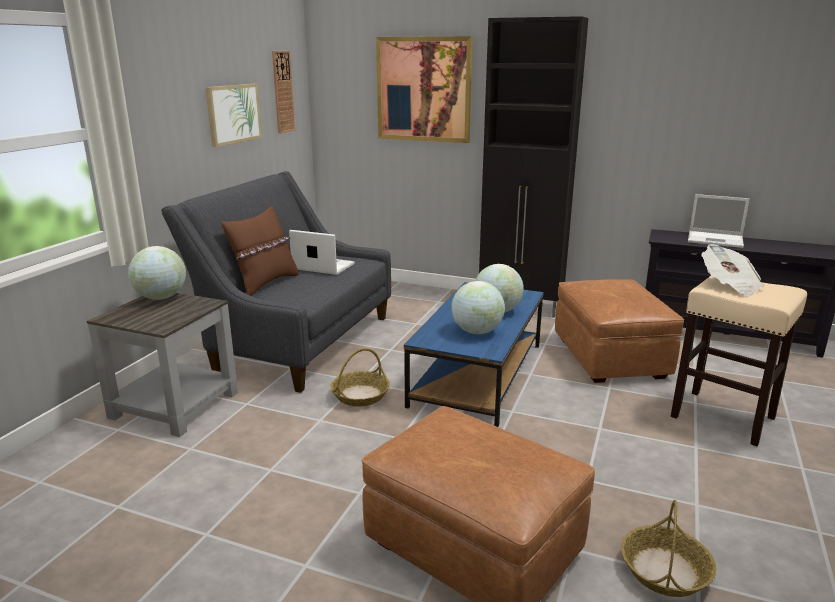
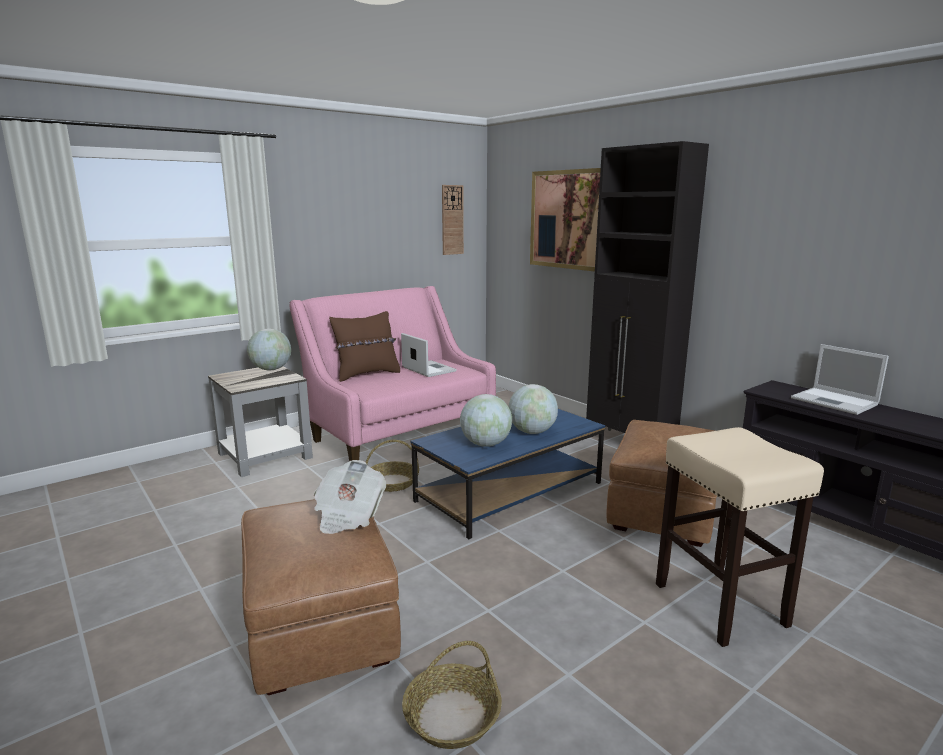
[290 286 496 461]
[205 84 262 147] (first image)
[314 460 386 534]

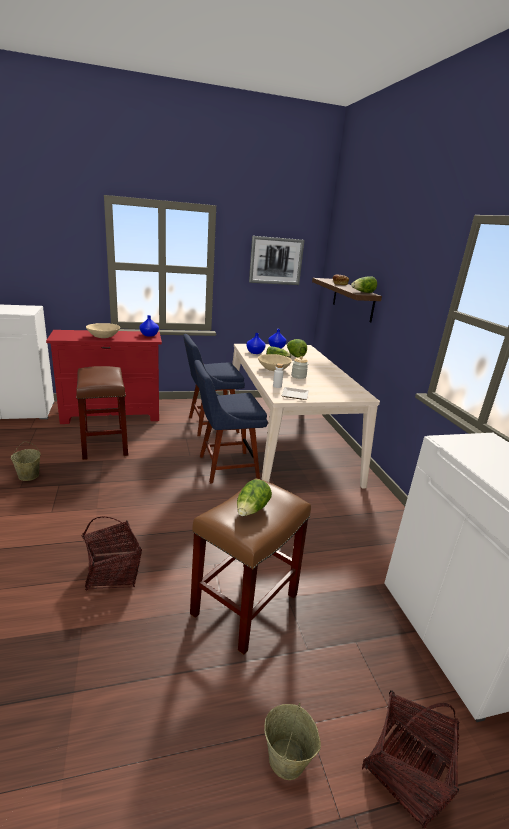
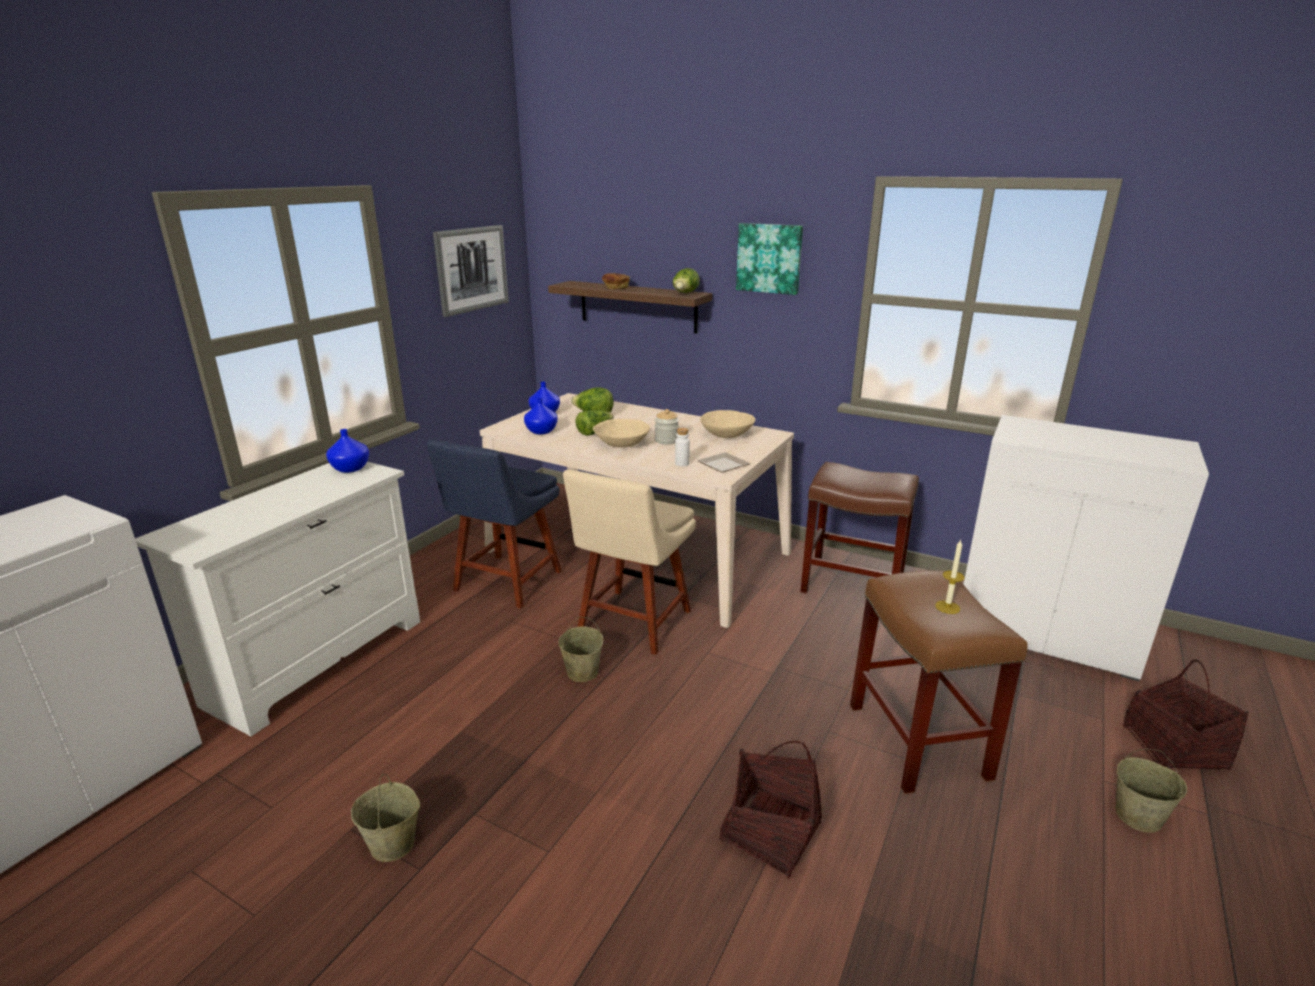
[135 462 420 736]
[801 462 919 593]
[700 410 755 438]
[563 470 696 655]
[935 540 965 614]
[558 617 603 682]
[736 223 803 295]

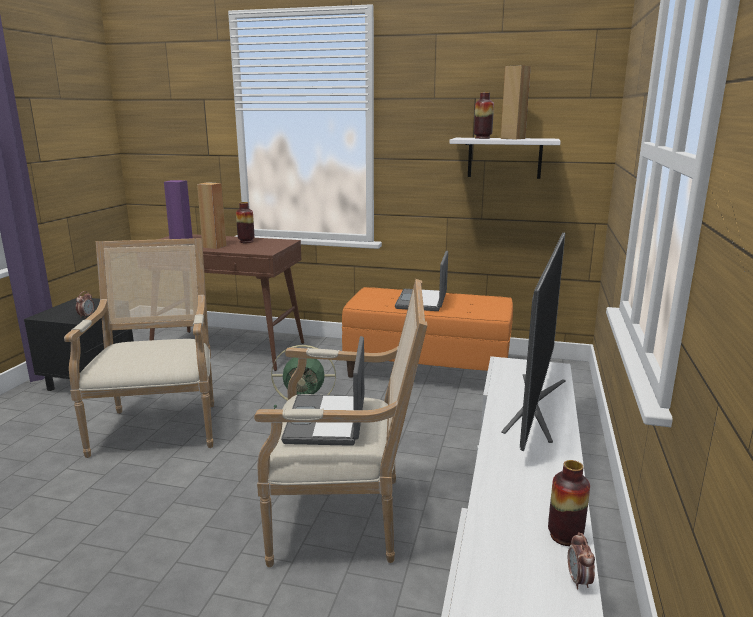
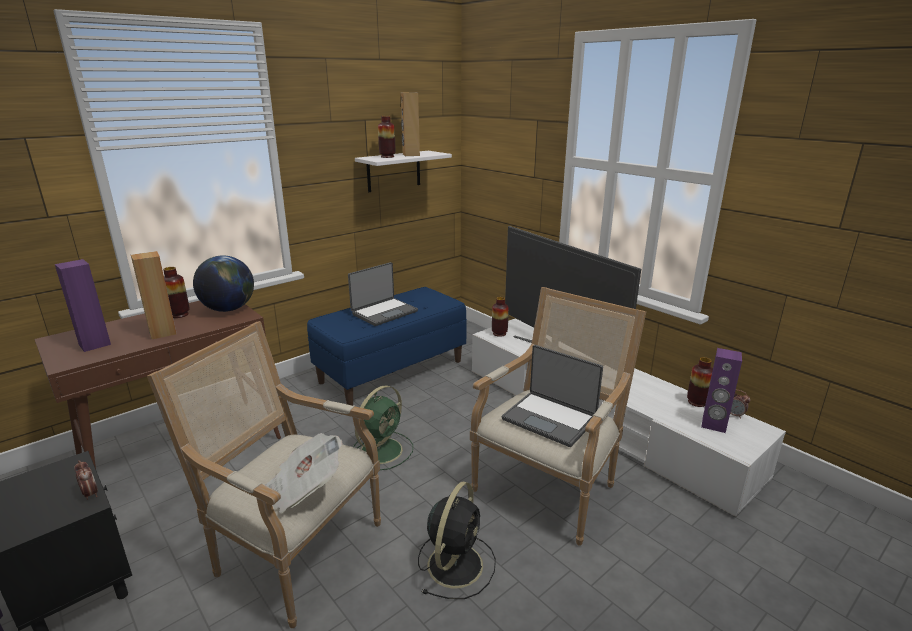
[307 287 467 406]
[348 262 418 326]
[193 255 254 312]
[264 433 343 514]
[418 482 496 599]
[492 297 509 337]
[701 348 742 433]

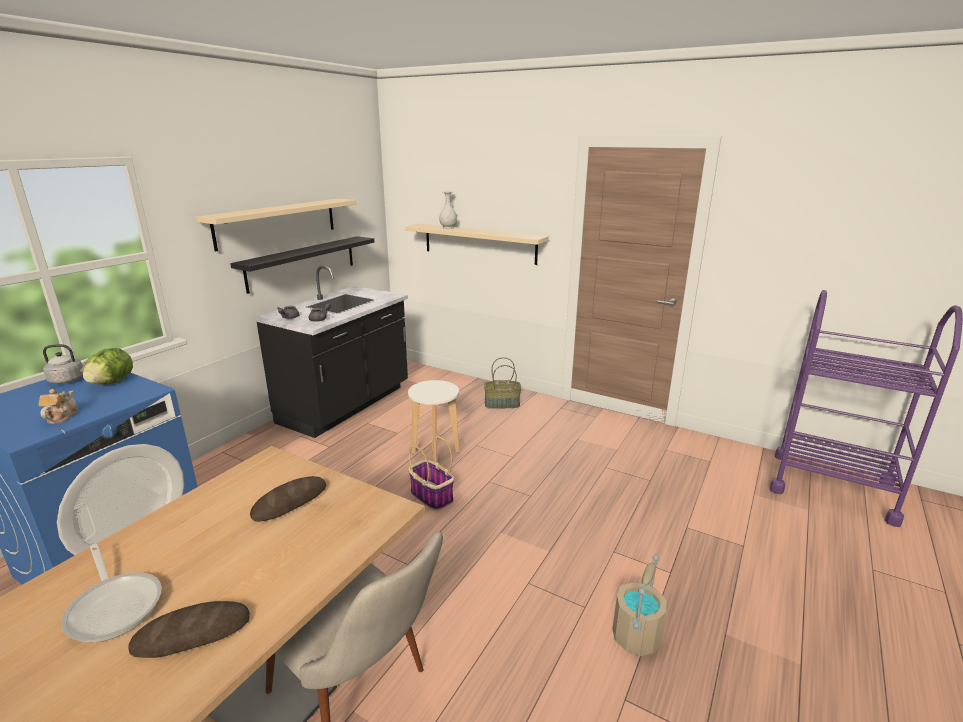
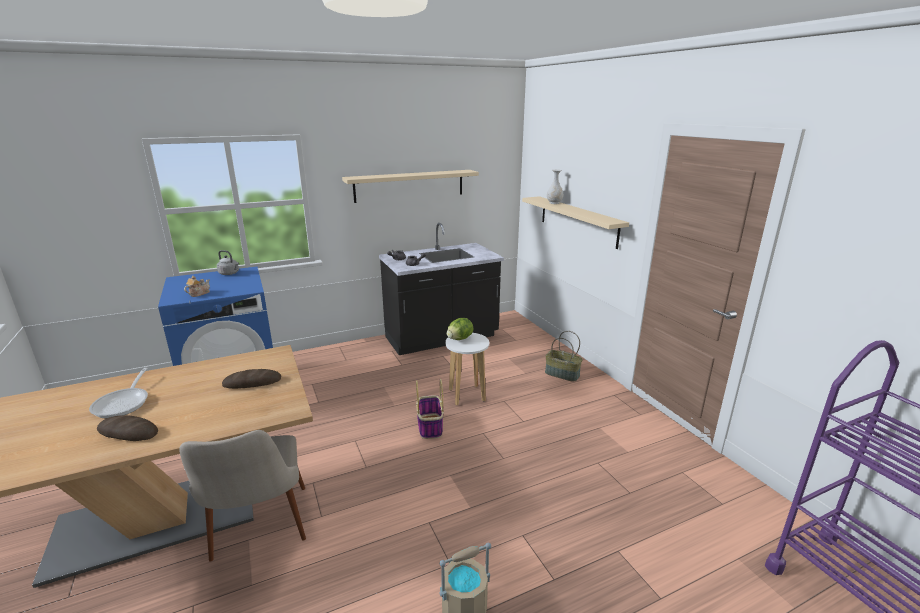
[447 318 473 340]
[230 236 374 294] (first image)

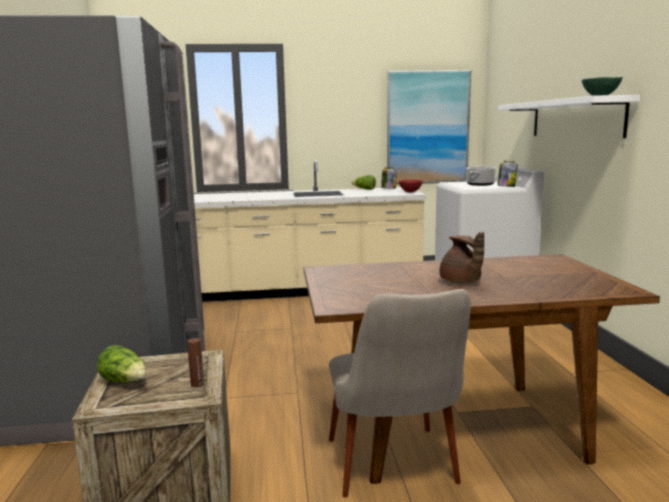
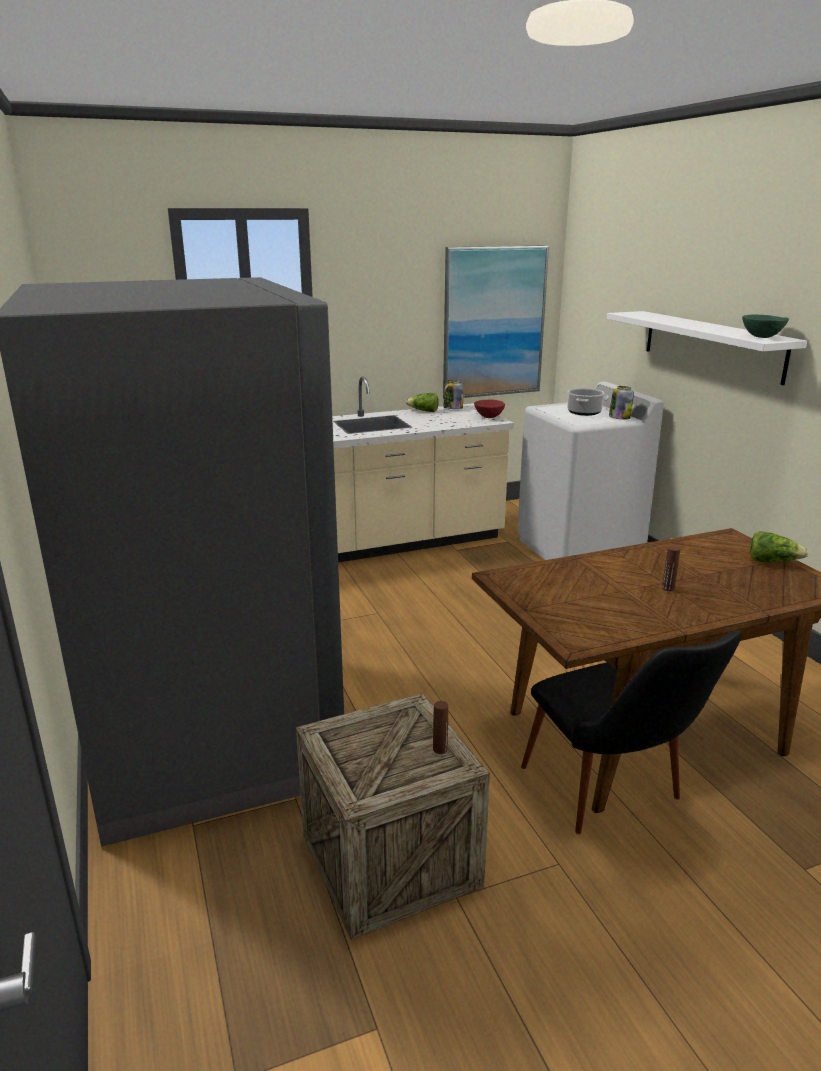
[750 531 809 563]
[521 630 741 834]
[662 546 680 591]

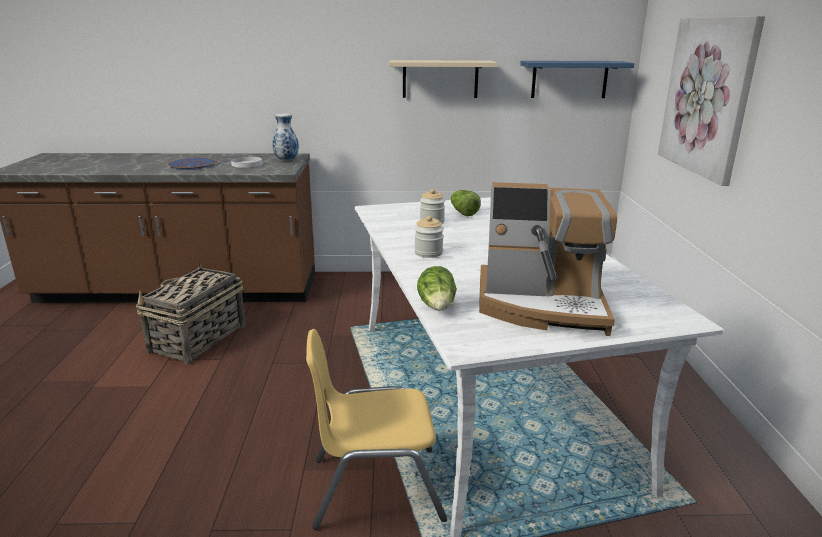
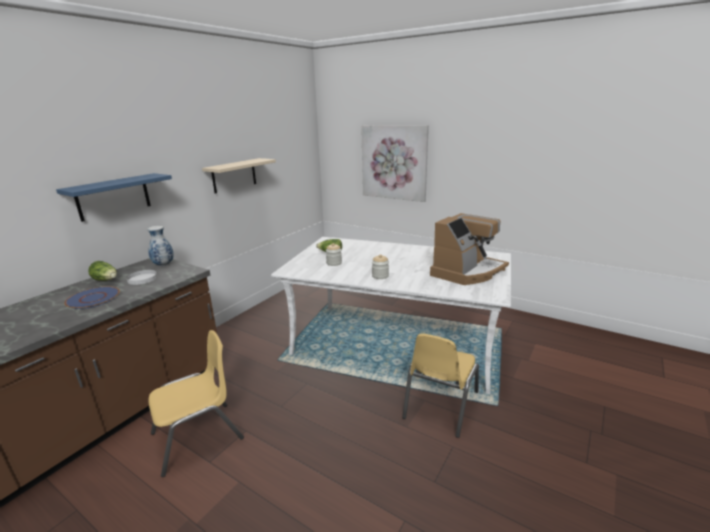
[148 330 244 477]
[88 261 117 281]
[56 173 172 222]

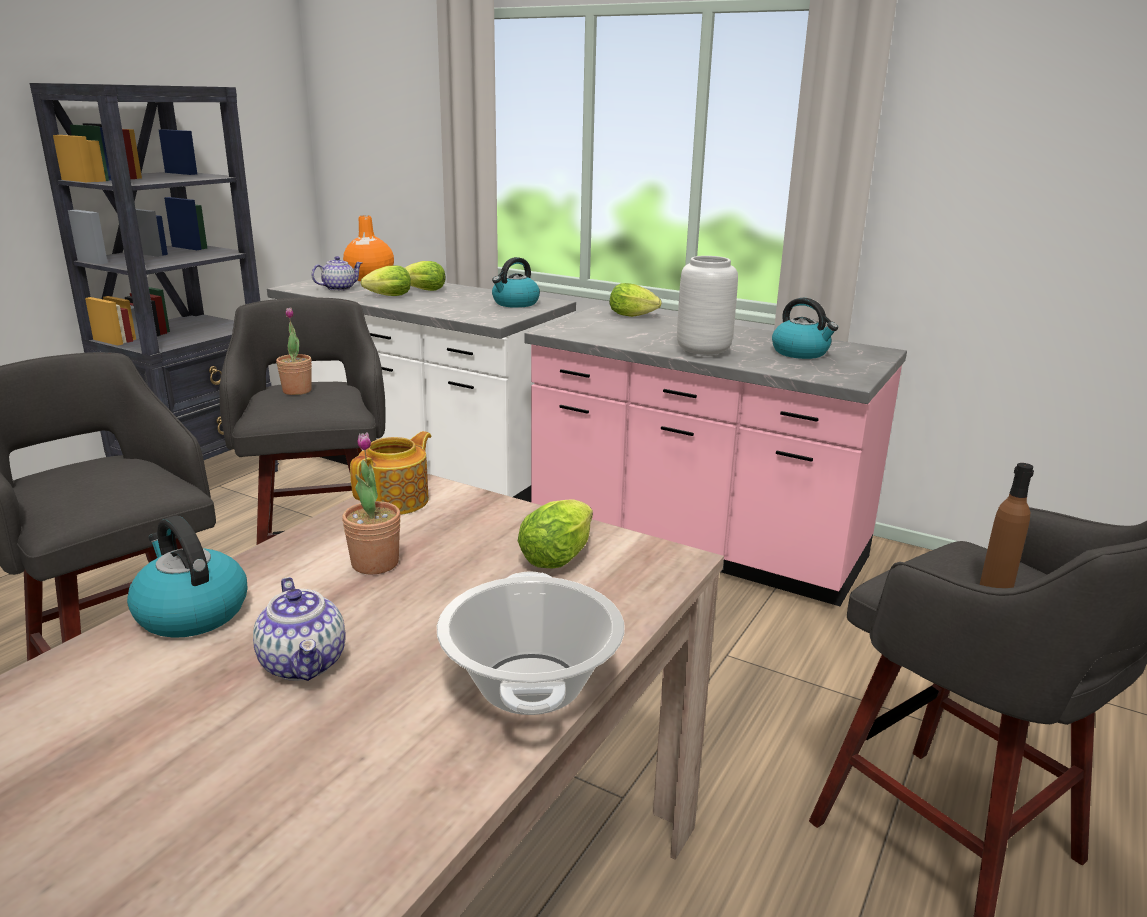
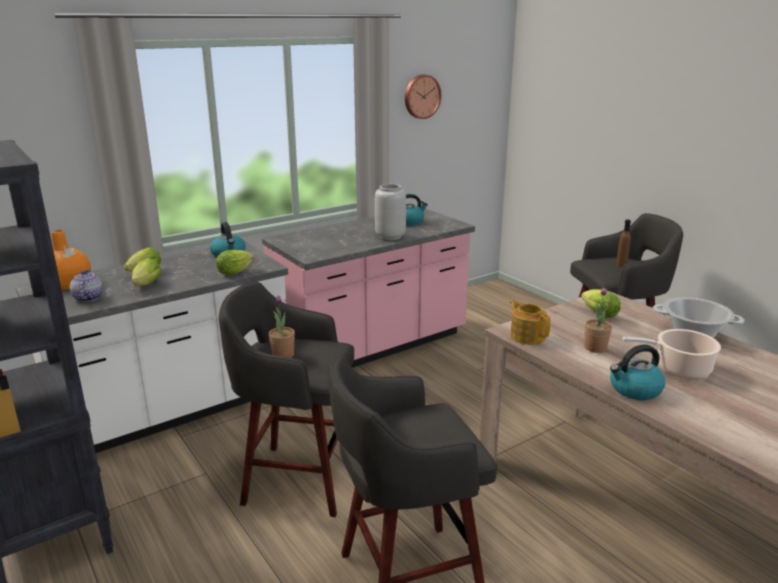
[622 329 721 379]
[216 250 254 275]
[405 75 442 119]

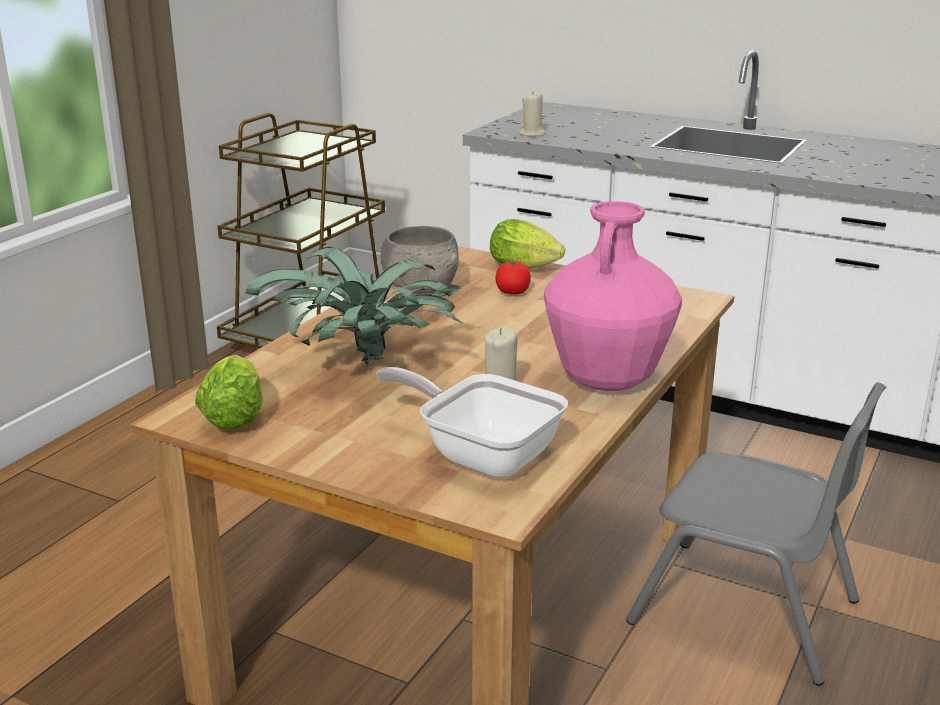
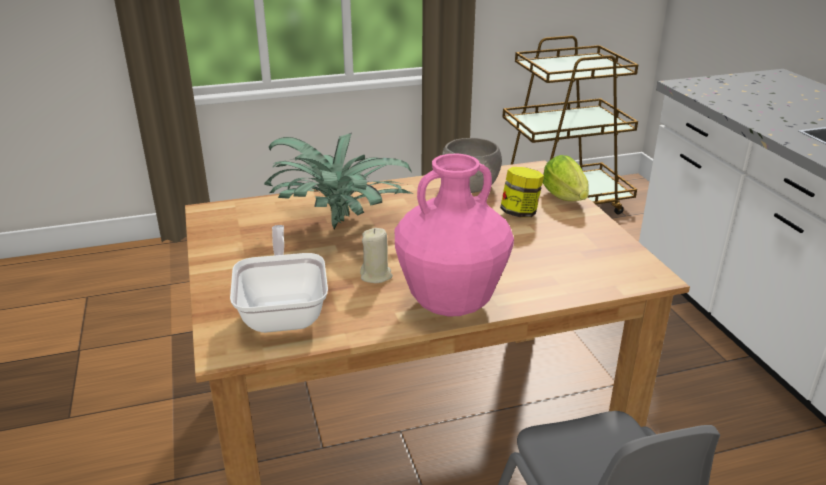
[195 355 263 430] (first image)
[500 167 544 217]
[519 91 546 136] (first image)

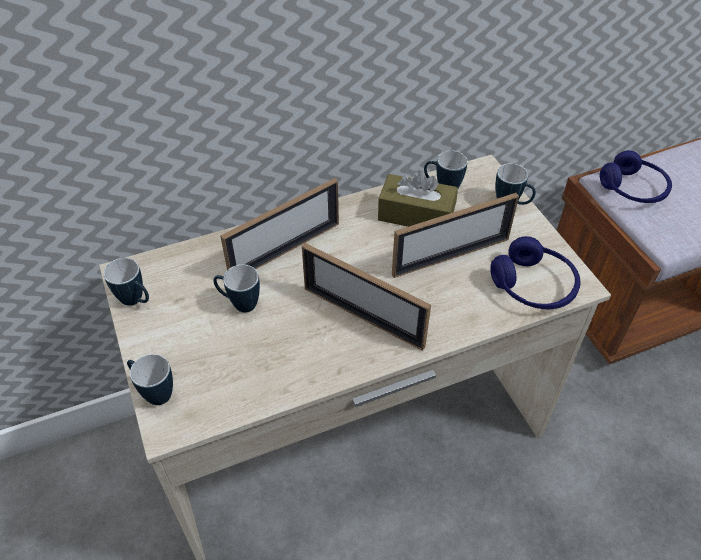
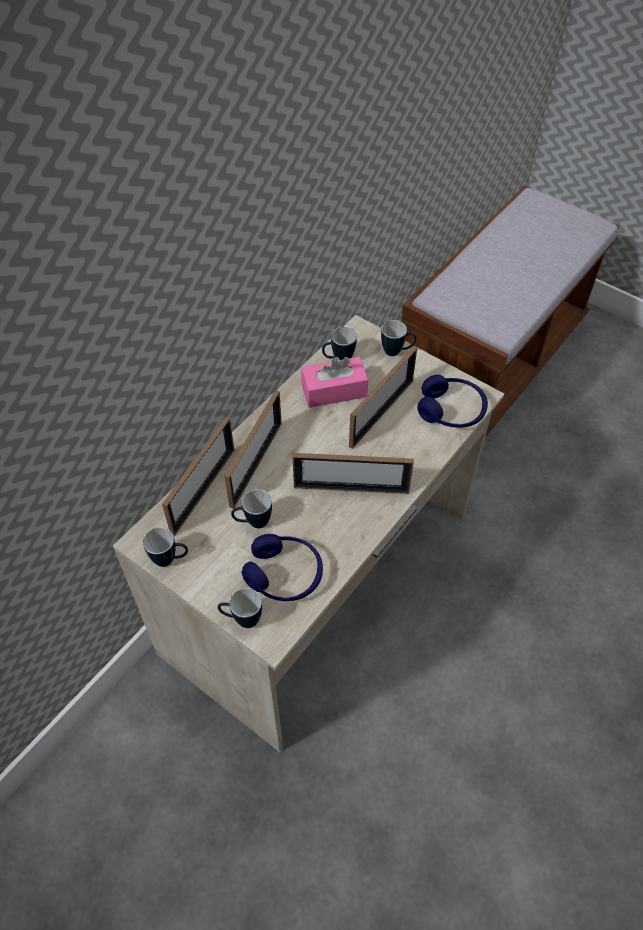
[301 357 368 408]
[241 534 323 601]
[162 417 235 536]

